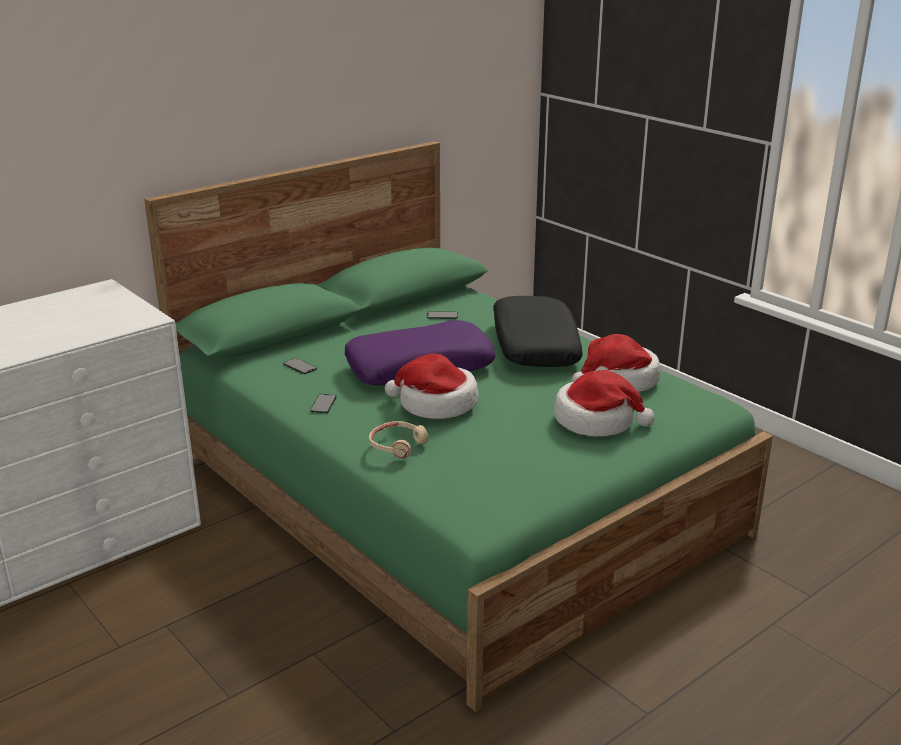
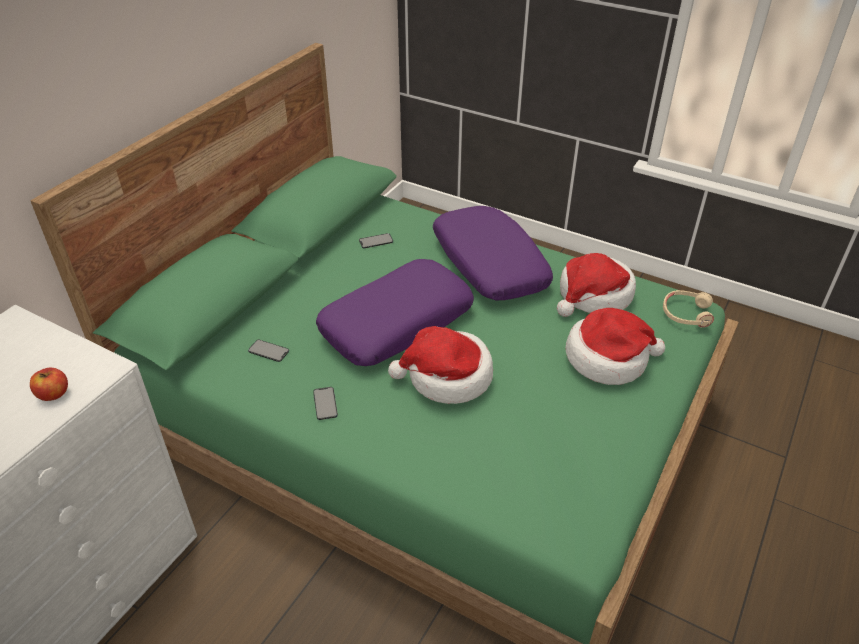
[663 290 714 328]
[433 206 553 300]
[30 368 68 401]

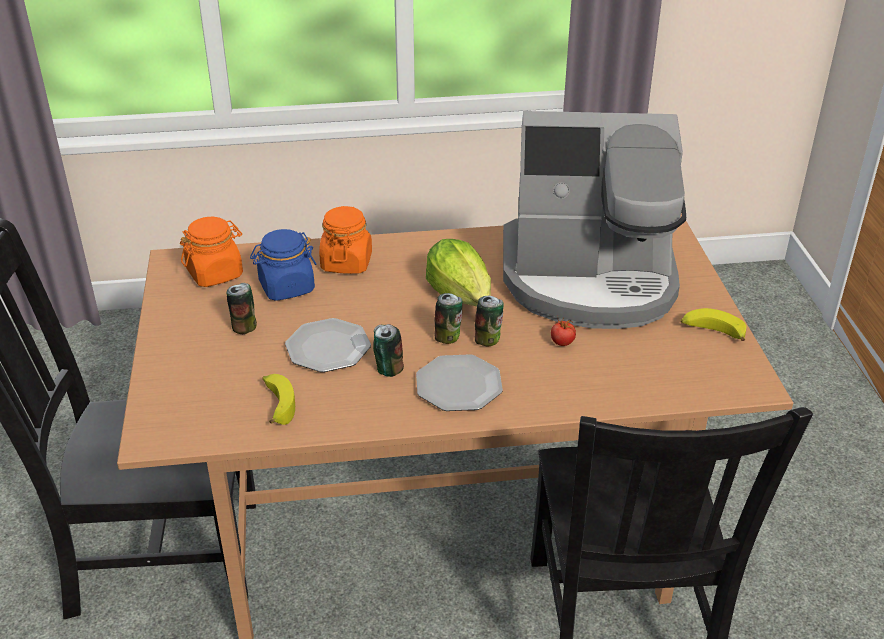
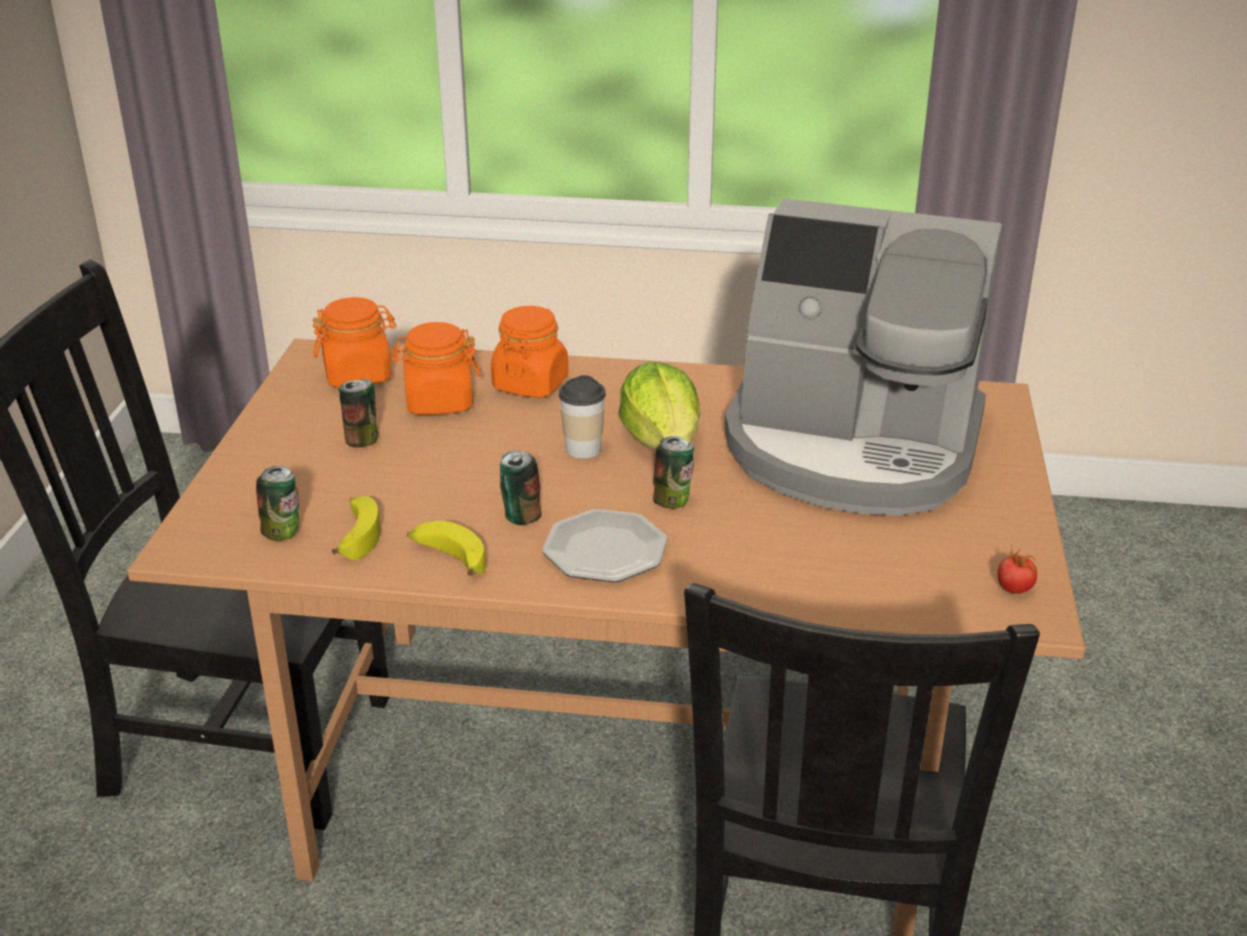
[391 322 480 415]
[285 318 371 372] (first image)
[256 466 299 541]
[998 545 1037 594]
[407 521 486 575]
[559 375 606 459]

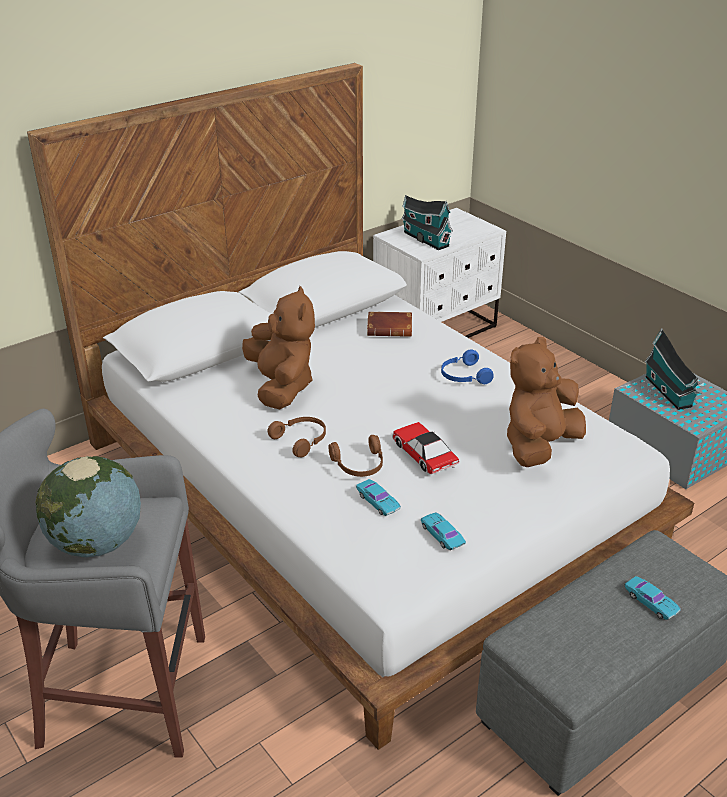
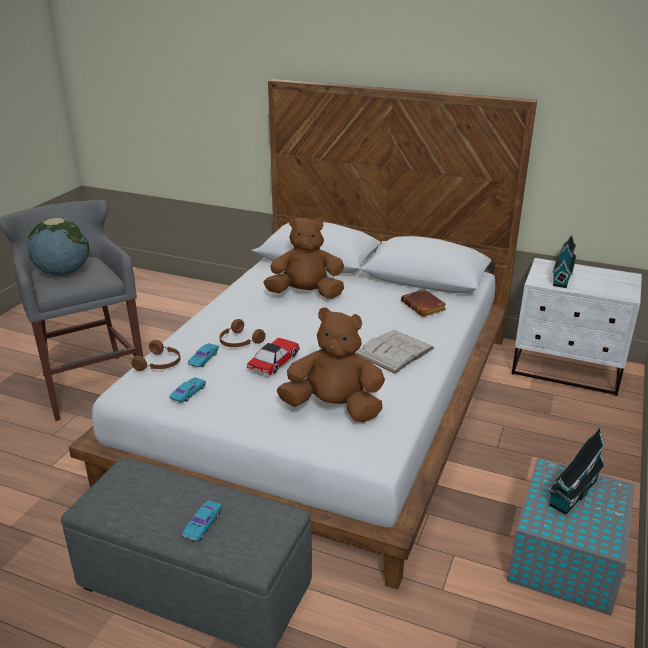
[263 216 344 299]
[132 340 180 371]
[356 330 434 373]

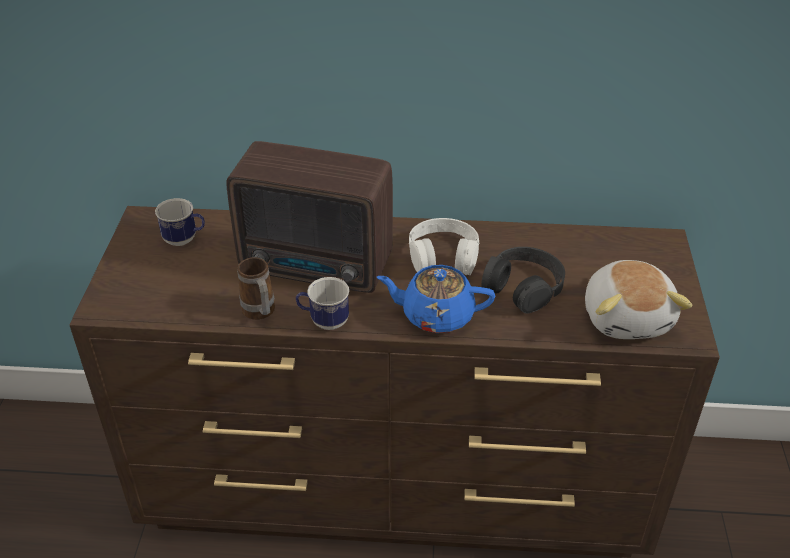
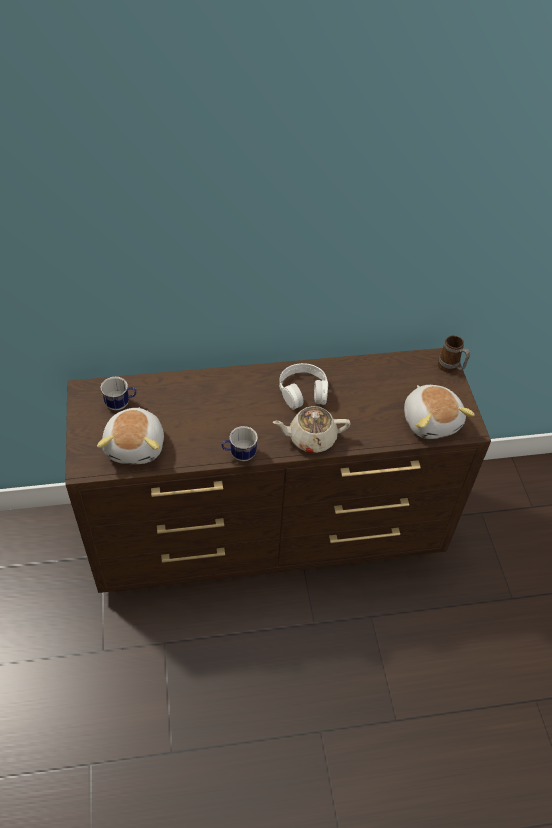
[226 141 393 293] (first image)
[438 335 470 373]
[273 406 351 453]
[481 247 565 314] (first image)
[97 407 164 464]

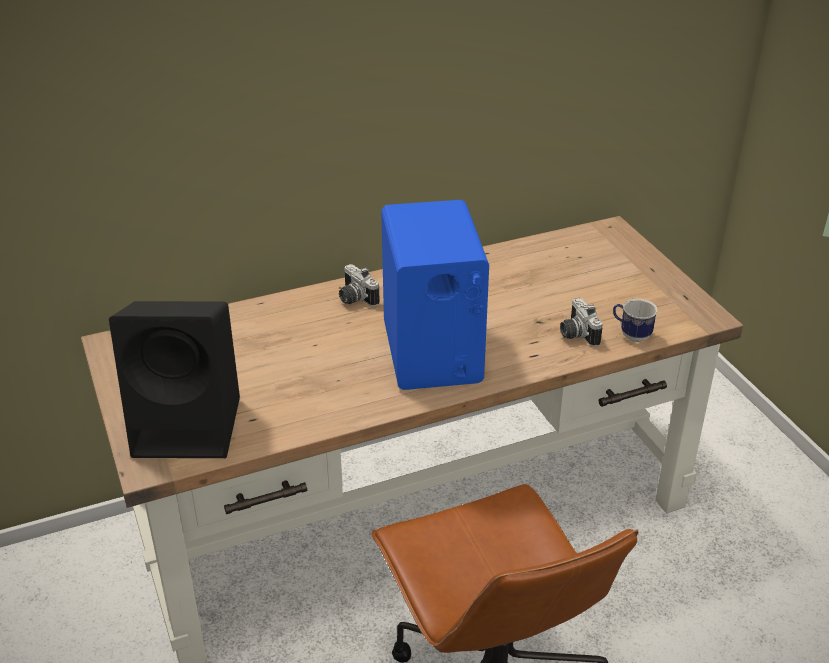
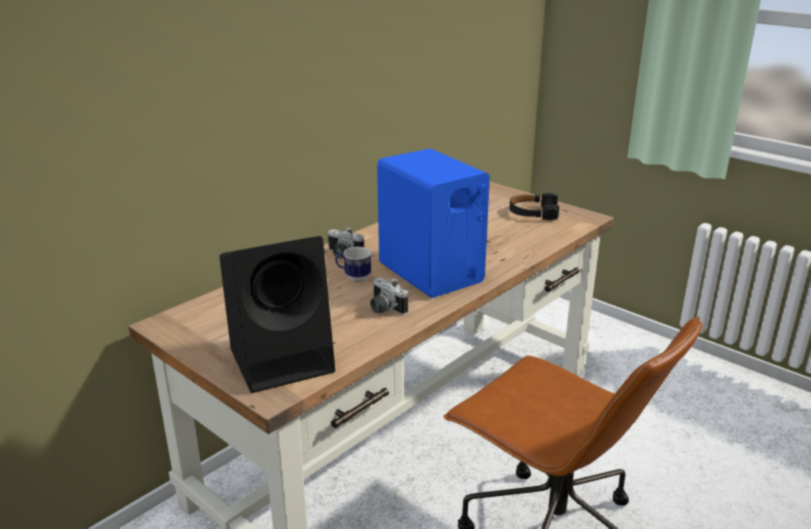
[370 277 408 315]
[335 247 371 282]
[509 193 559 220]

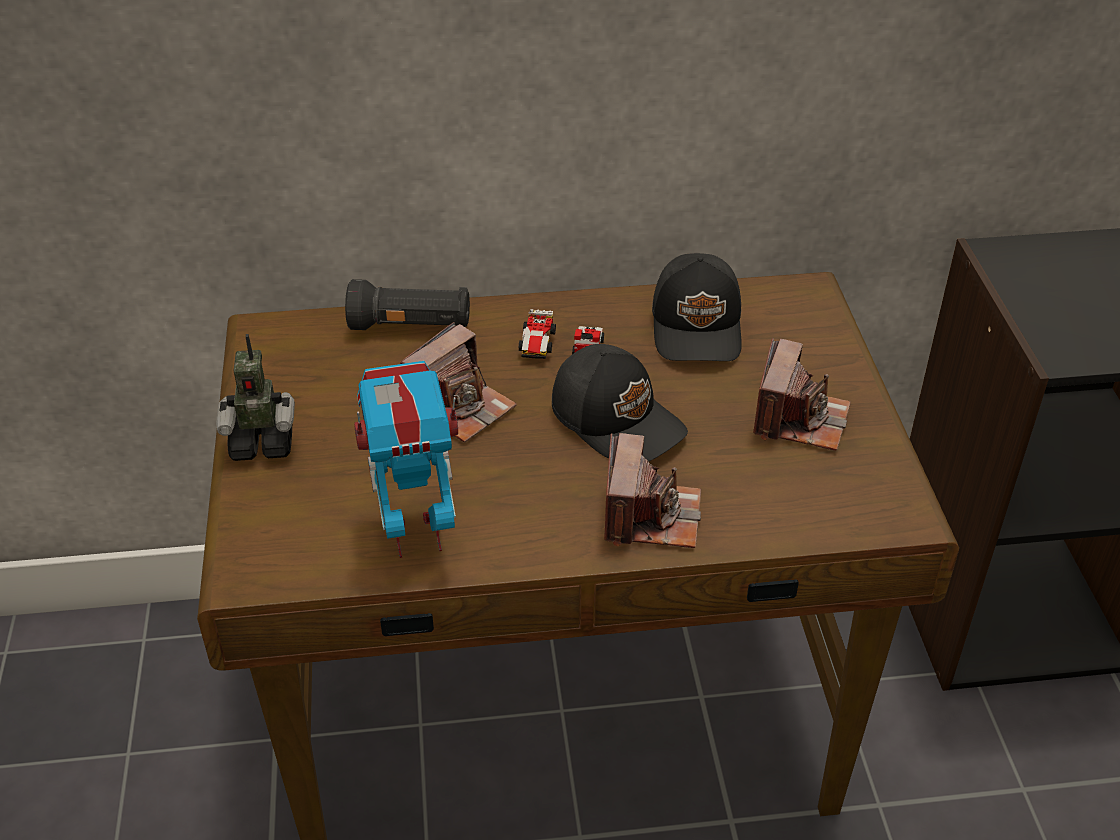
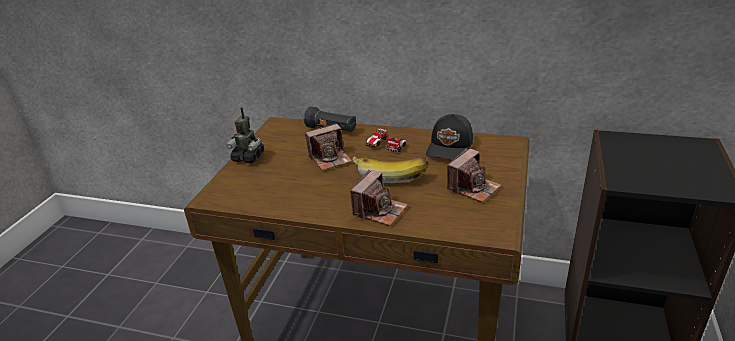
[354 361 458 558] (first image)
[353 156 429 183]

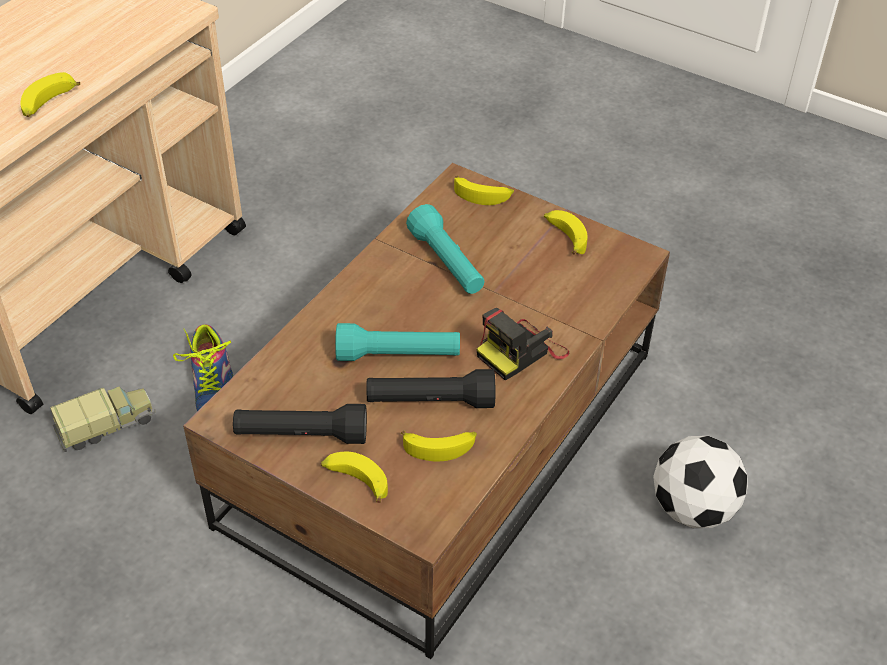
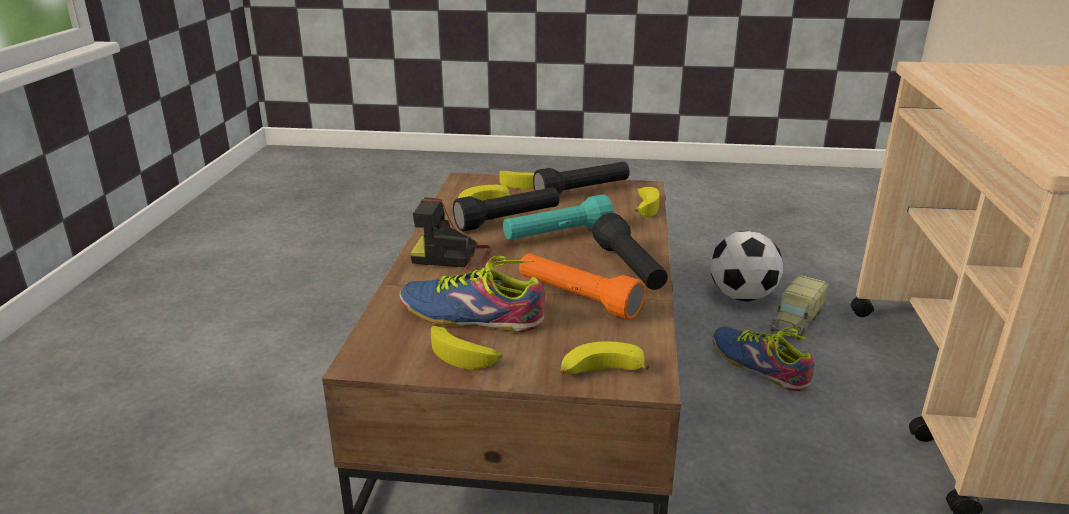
[634 187 660 217]
[519 253 645 320]
[410 197 491 273]
[711 231 783 302]
[399 256 545 332]
[592 213 668 290]

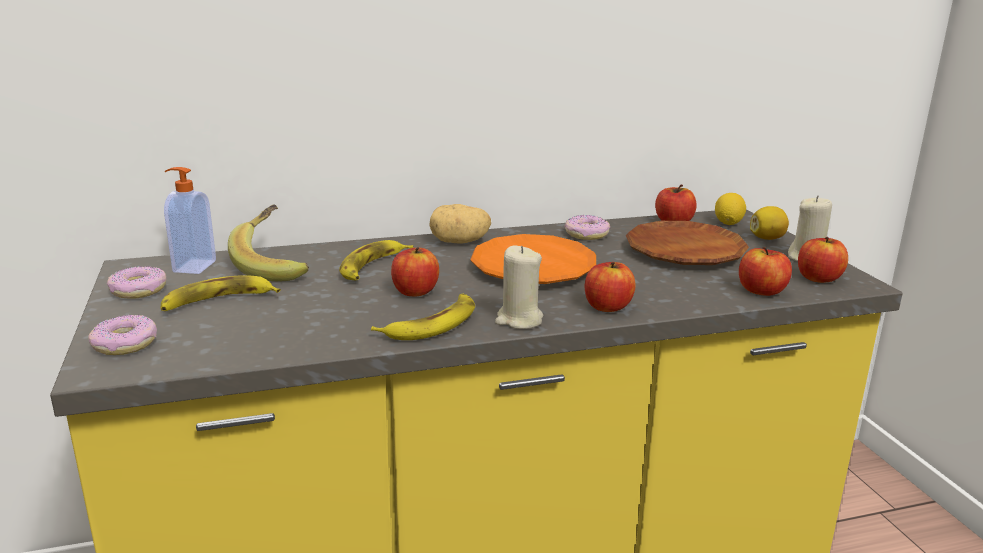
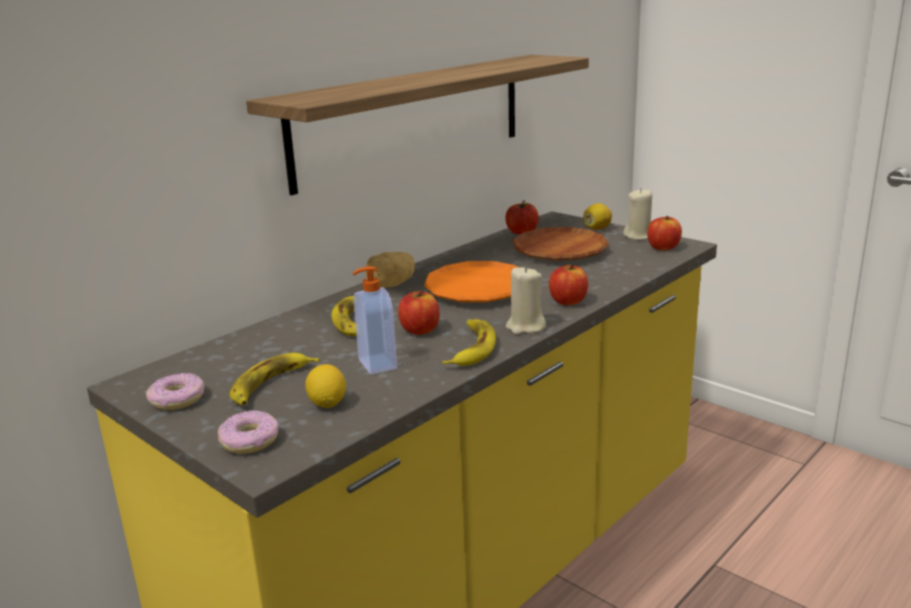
[352 266 397 375]
[228 204 309 281] (first image)
[565 215 610 240] (first image)
[305 364 346 408]
[739 247 792 296] (first image)
[246 55 589 195]

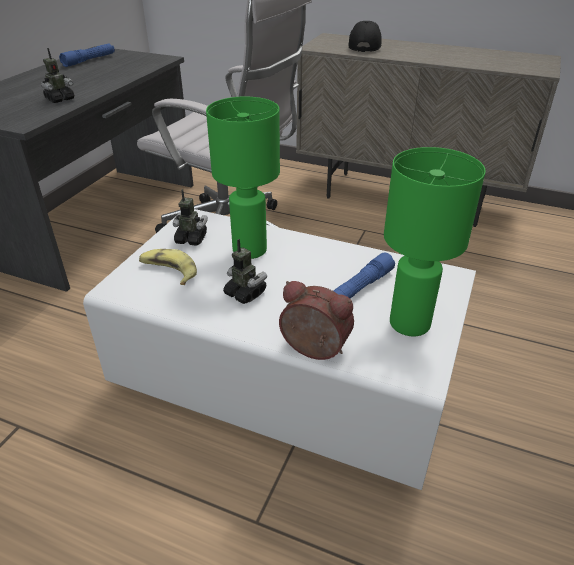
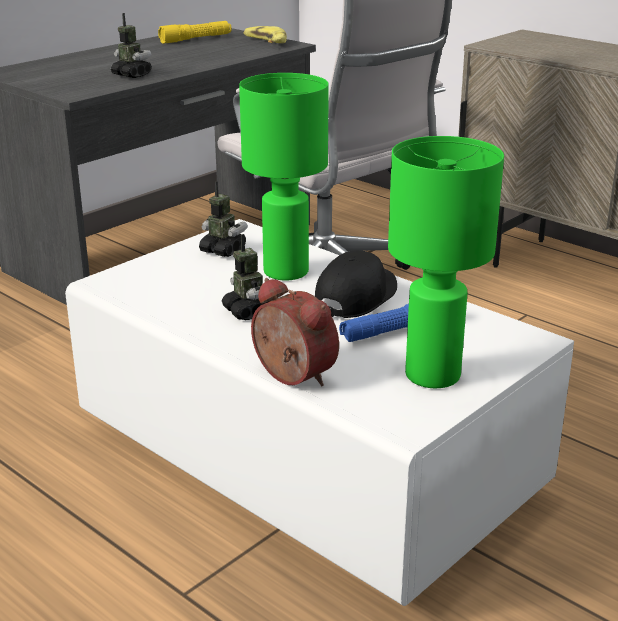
[111 13 152 78]
[158 21 231 44]
[243 26 287 43]
[315 250 397 318]

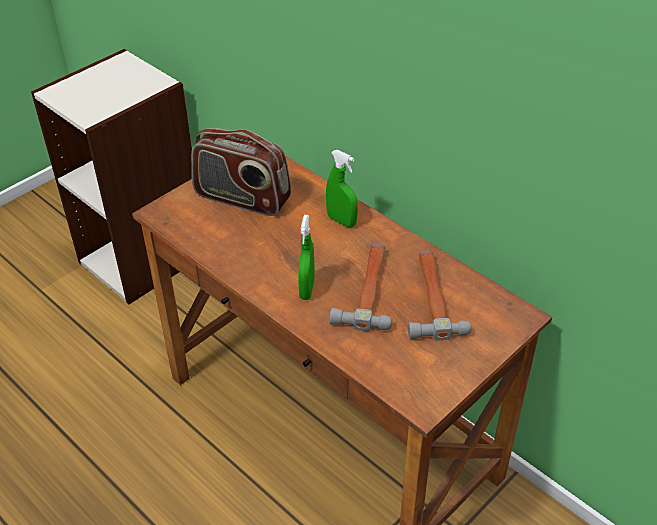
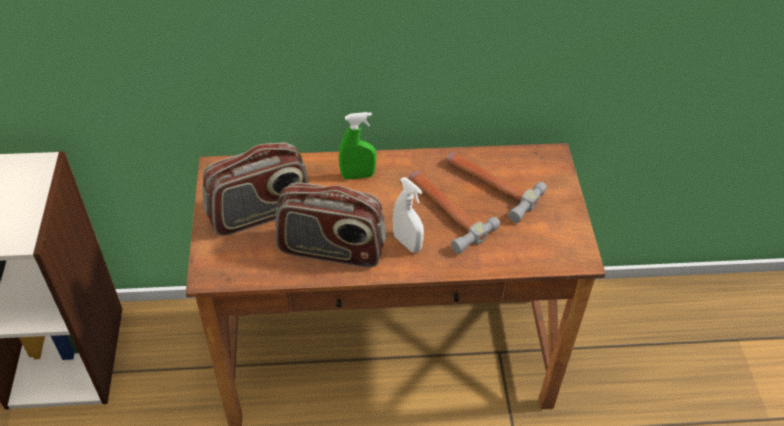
[393 177 424 253]
[275 182 386 267]

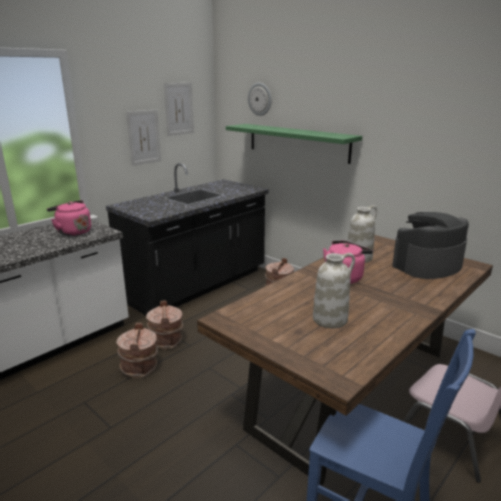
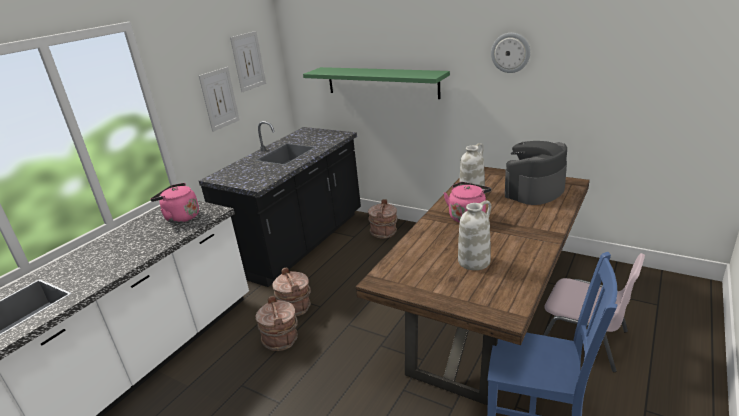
[491 33 530 73]

